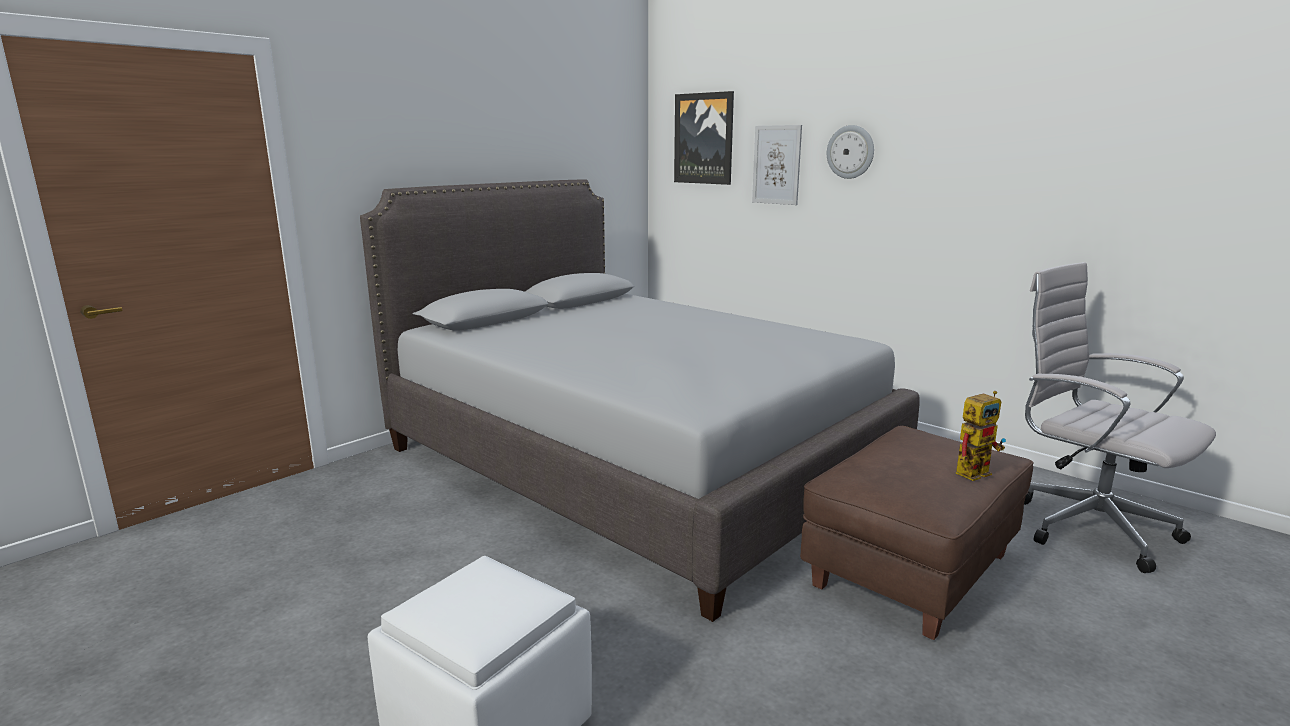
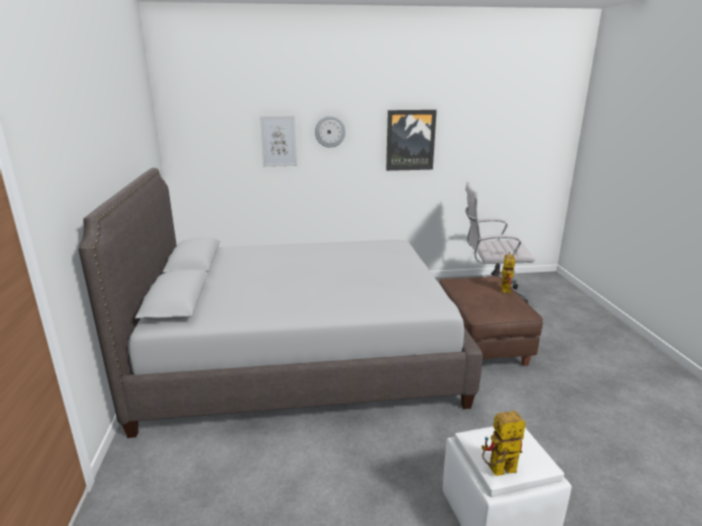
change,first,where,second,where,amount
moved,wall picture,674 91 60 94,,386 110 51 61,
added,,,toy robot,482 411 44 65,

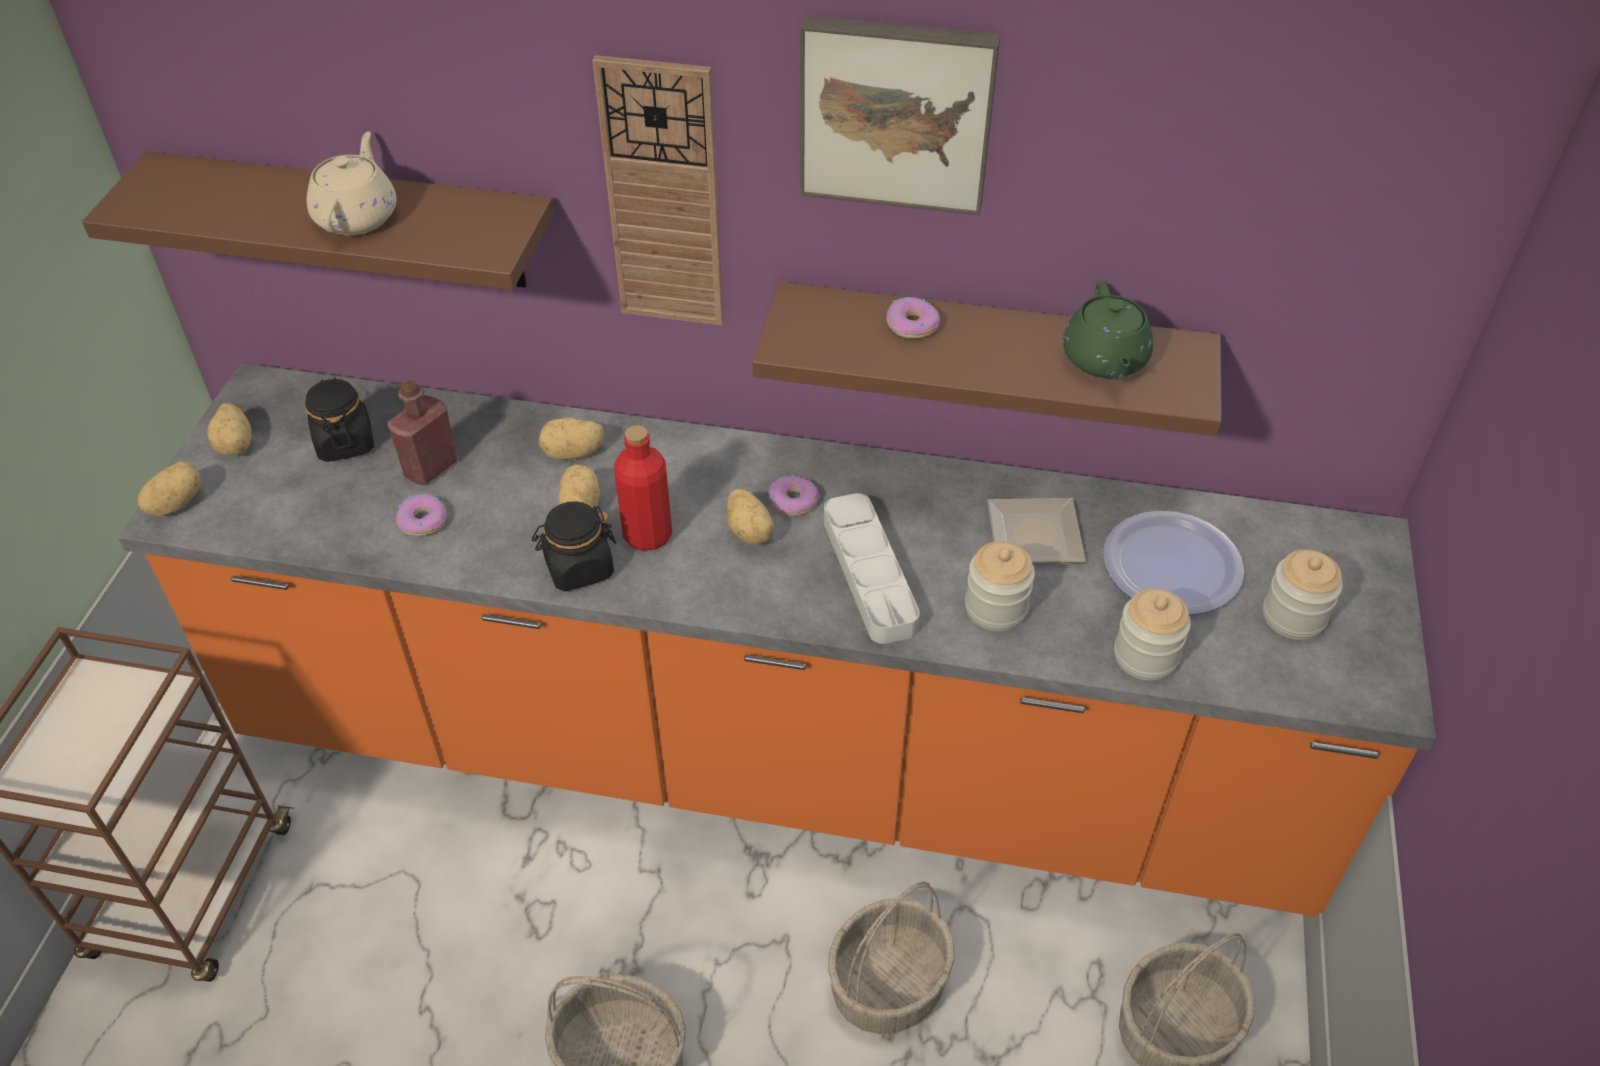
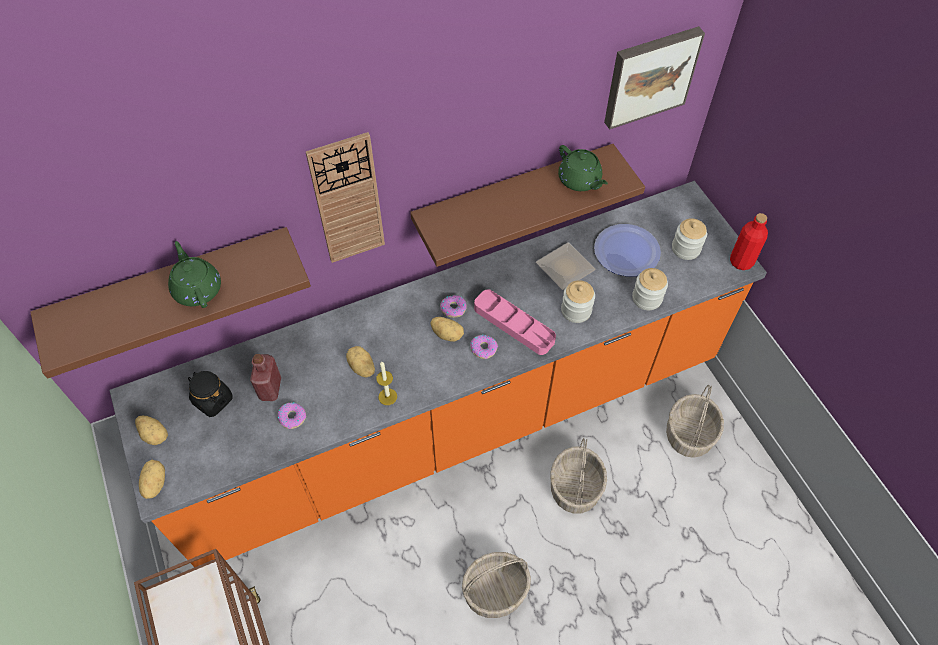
change,first,where,second,where,amount
recoloured,teapot (beige-coloured),307 131 90 104,teapot (greenish),168 241 53 67,
replaced,preserve jar (black),532 501 84 90,wax candle,376 362 21 43,
removed,whole potato,539 418 66 42,,,
moved,bottle (red),614 425 58 126,,730 213 38 57,
moved,wall picture,800 15 201 200,,604 26 101 103,
recoloured,serving tray (grey),824 493 96 151,serving tray (pink),474 289 82 66,
moved,doughnut,886 297 54 42,,470 334 28 25,

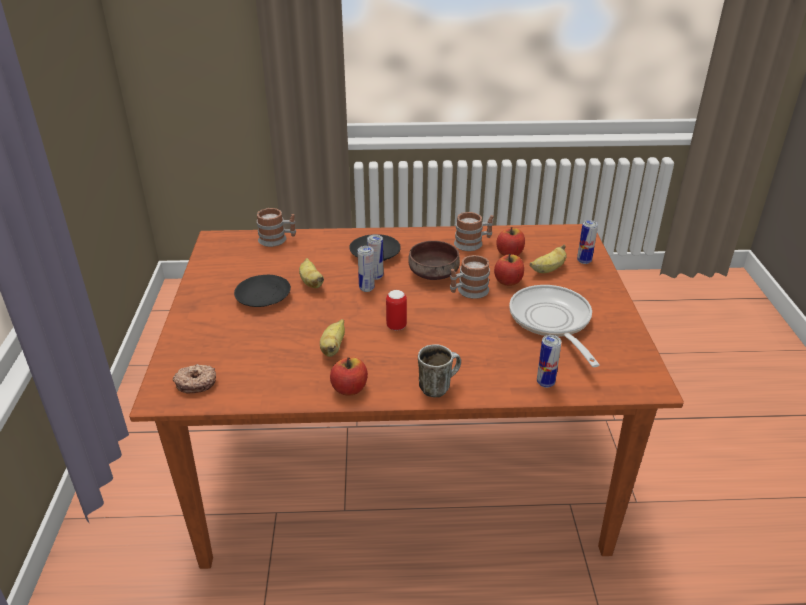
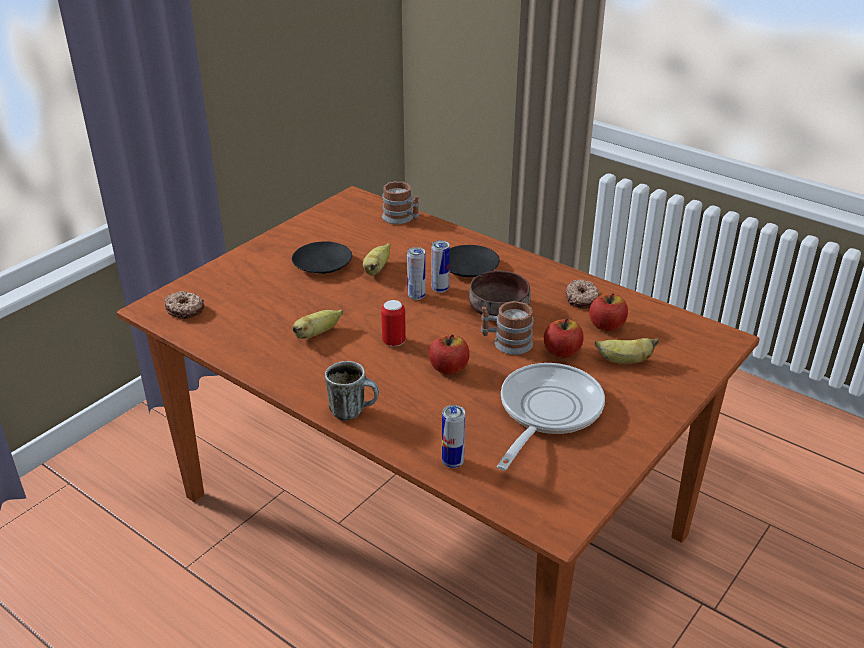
change,first,where,second,where,amount
moved,apple fruit,330 357 38 38,,429 334 41 41,
replaced,mug,454 212 40 39,doughnut,565 279 34 30,
removed,metal can,577 220 21 44,,,

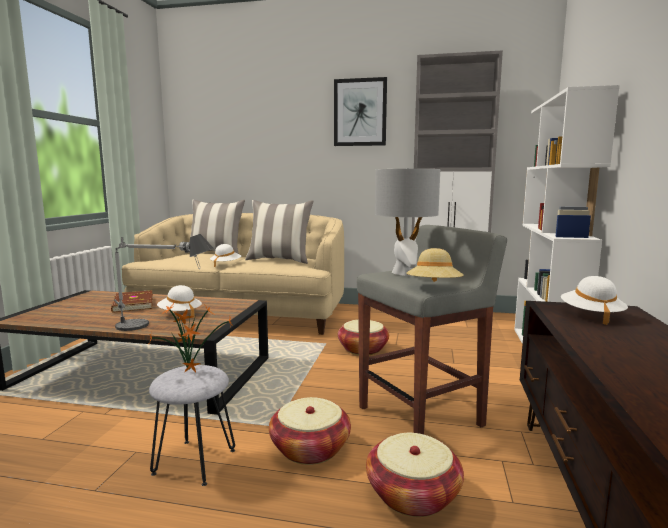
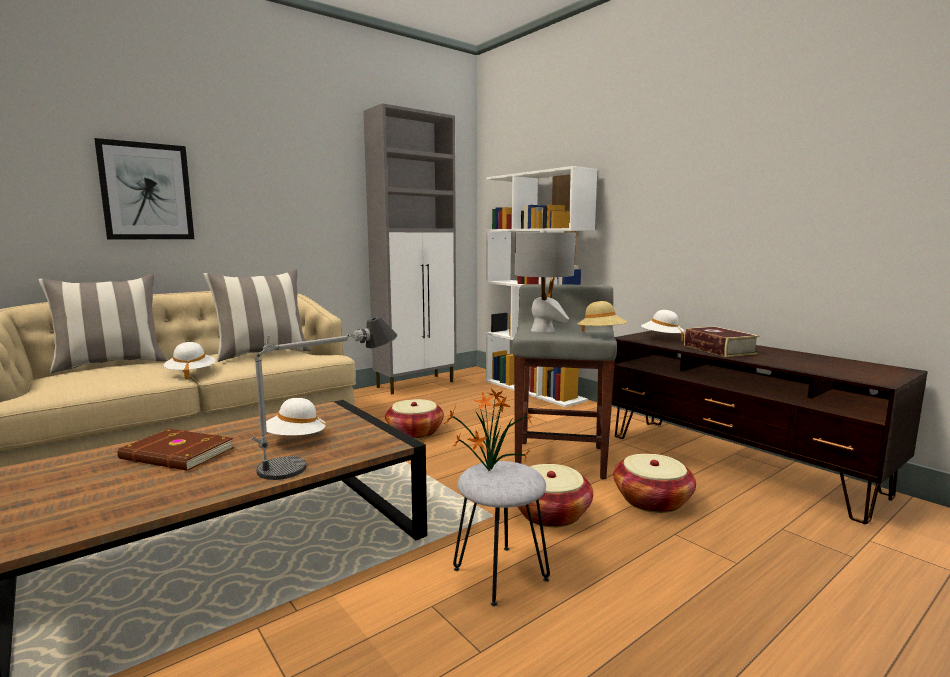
change,first,where,second,where,amount
moved,wall picture,334 77 53 69,,94 138 100 102,
added,,,book,684 326 75 31,

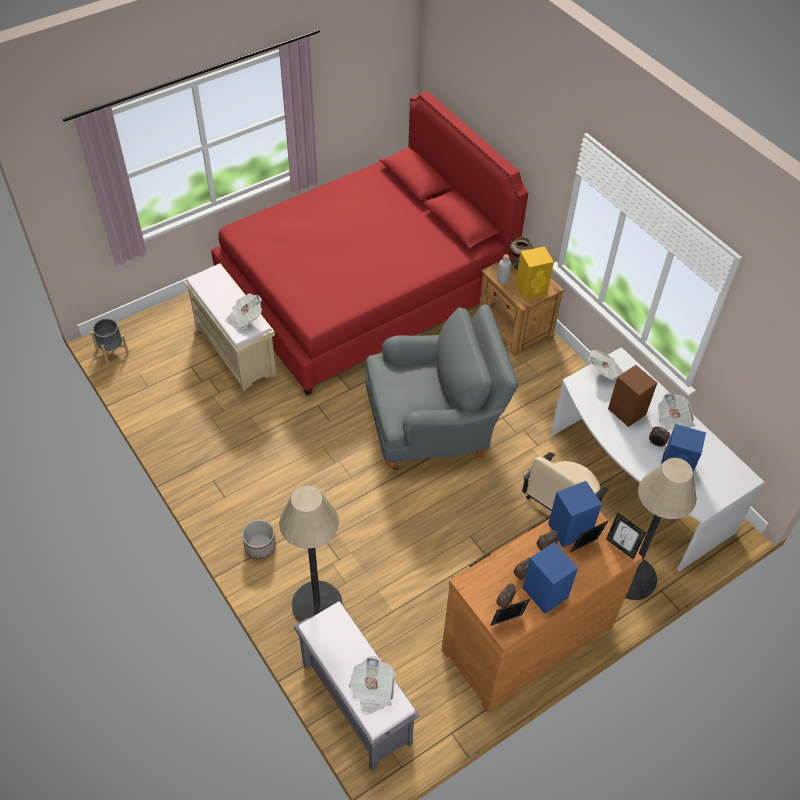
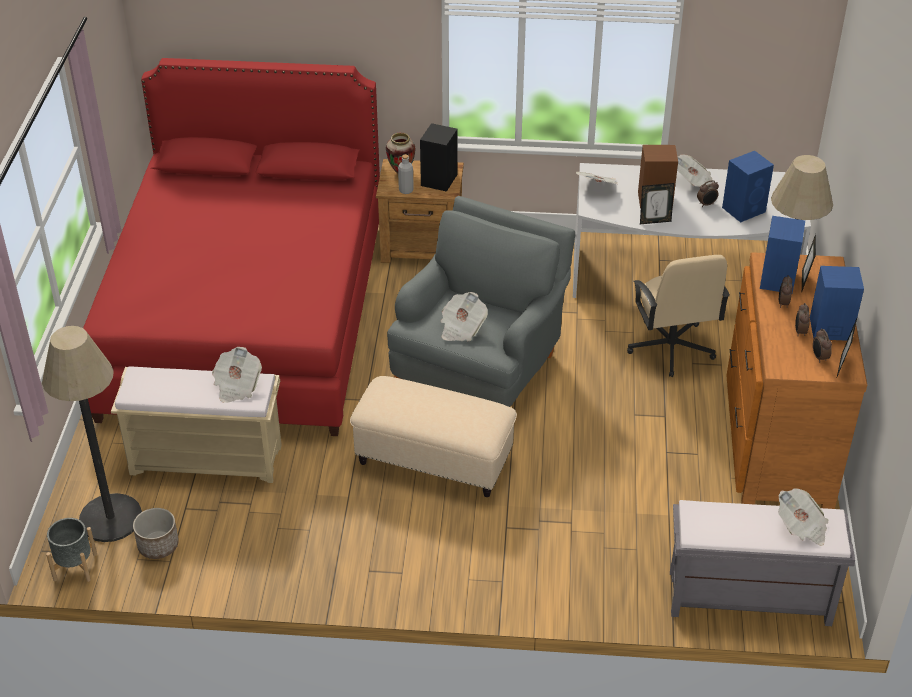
change,first,where,second,where,amount
moved,planter,242 520 34 39,,133 508 46 51,
moved,floor lamp,279 485 63 137,,42 326 100 216,
recoloured,loudspeaker (yellowish),515 246 39 54,loudspeaker (black),420 123 37 69,
moved,photo frame,606 513 40 46,,640 183 34 41,
added,,,pouffe (beige-coloured),350 376 167 121,
added,,,printed paper,441 292 47 49,

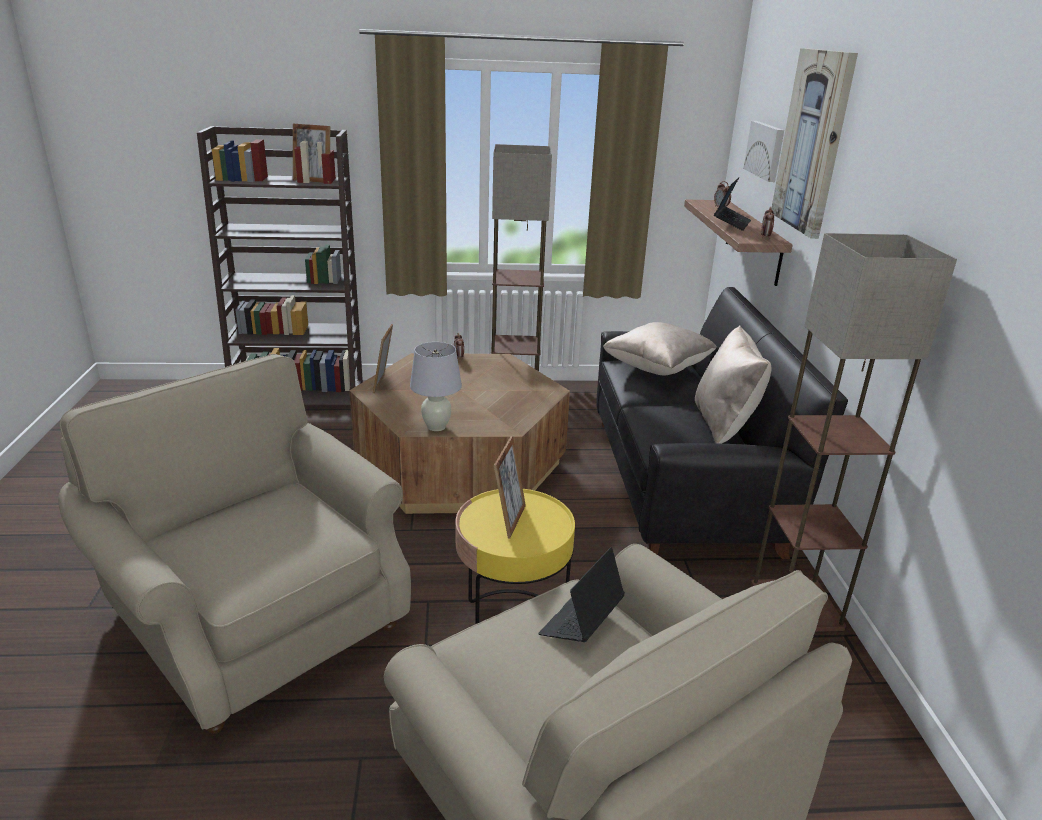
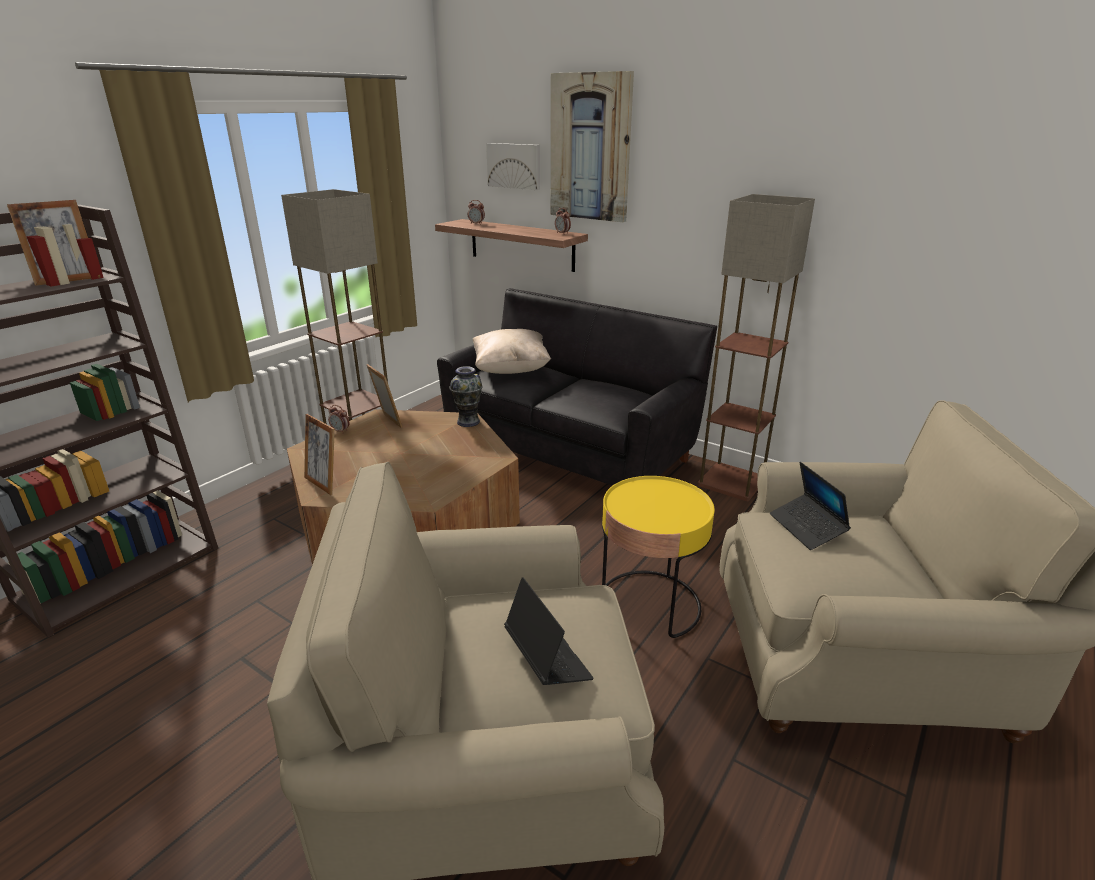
change,first,where,second,where,amount
removed,lamp for a table (white-coloured),410 342 52 89,,,
moved,photo frame,494 436 32 102,,367 364 35 64,
removed,throw pillow (beige-coloured),695 326 76 118,,,
moved,notebook computer,714 177 37 54,,504 577 90 108,
added,,,flower vase,449 366 34 61,

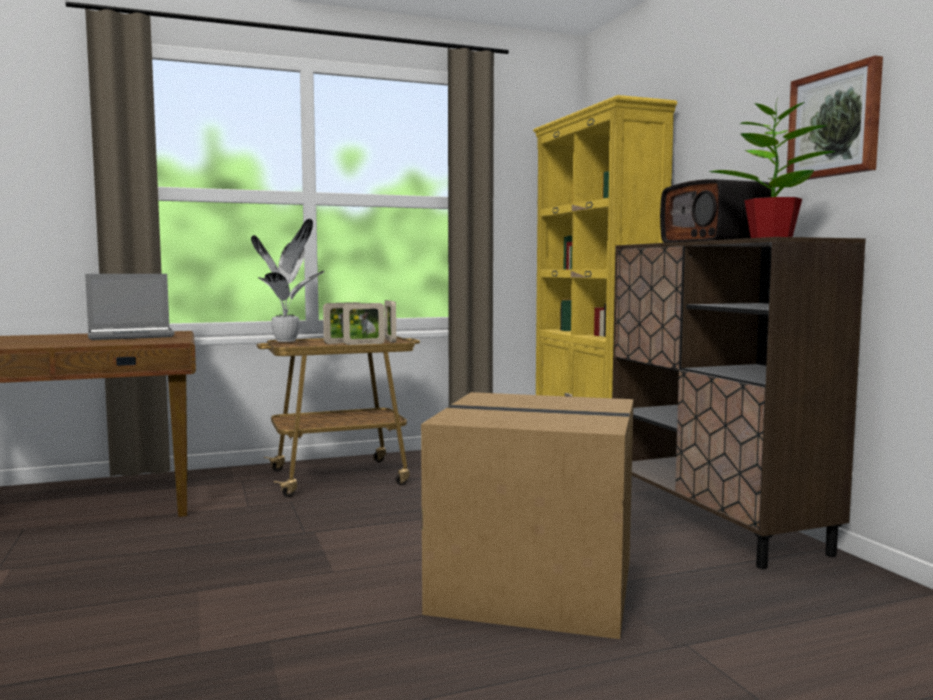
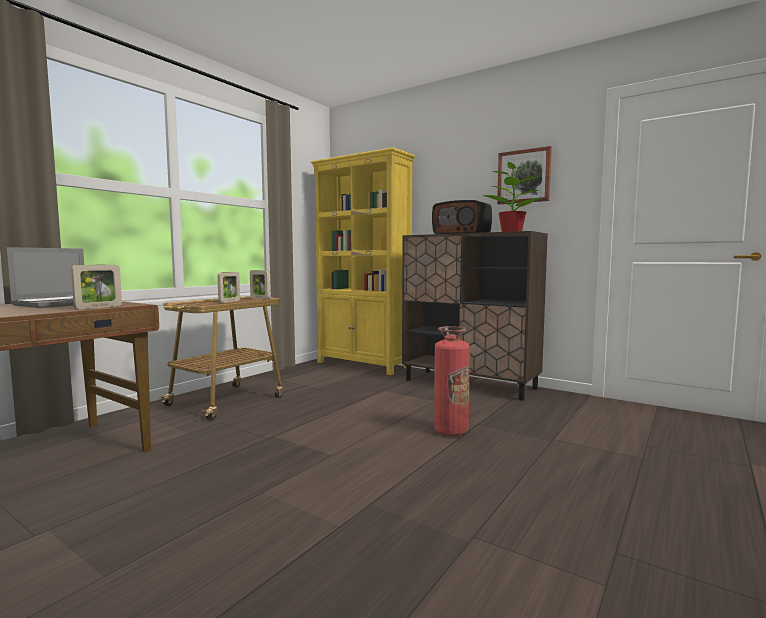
change,first,where,second,where,amount
removed,houseplant,251 219 73 123,,,
moved,photo frame,343 303 42 42,,71 265 51 44,
replaced,carton,421 392 213 247,fire extinguisher,434 326 36 110,

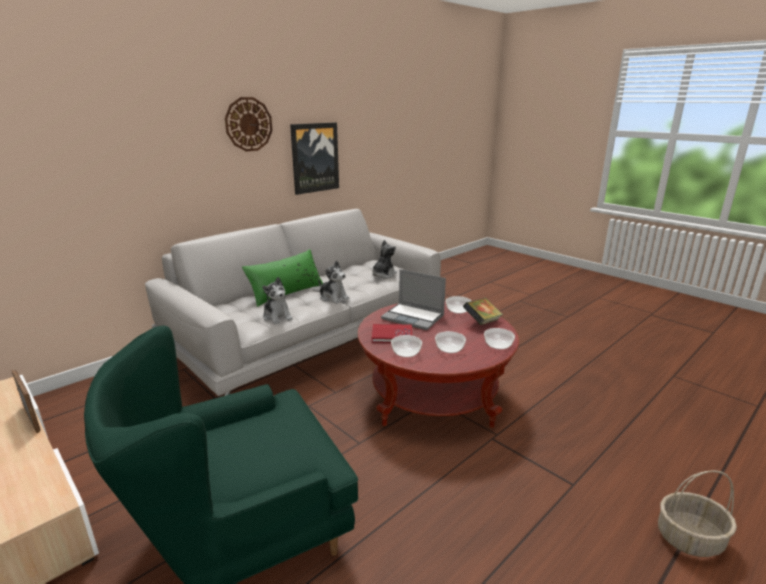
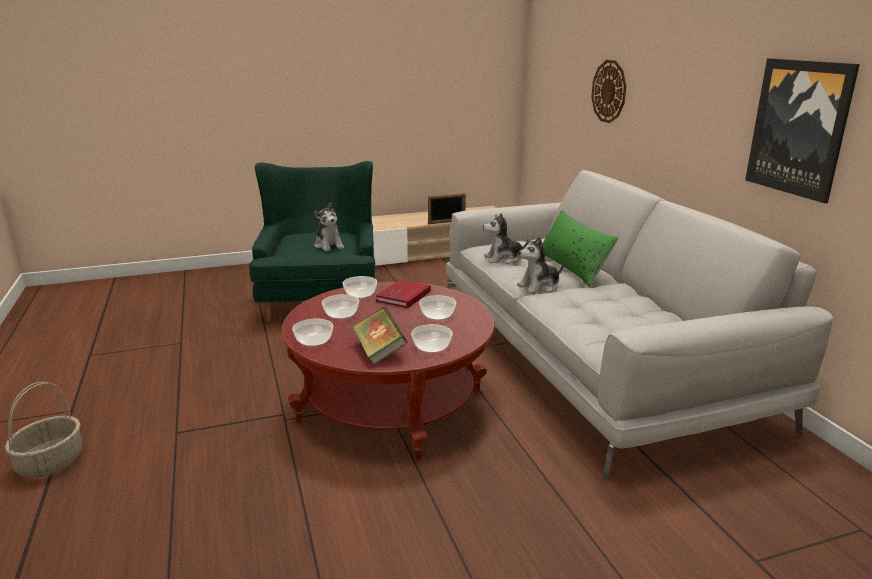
change,first,where,second,where,amount
moved,wall clock,225 97 47 54,,591 60 35 63,
moved,soft toy,372 240 25 39,,314 203 30 48,
replaced,notebook computer,381 269 65 61,serving bowl,419 295 37 25,

